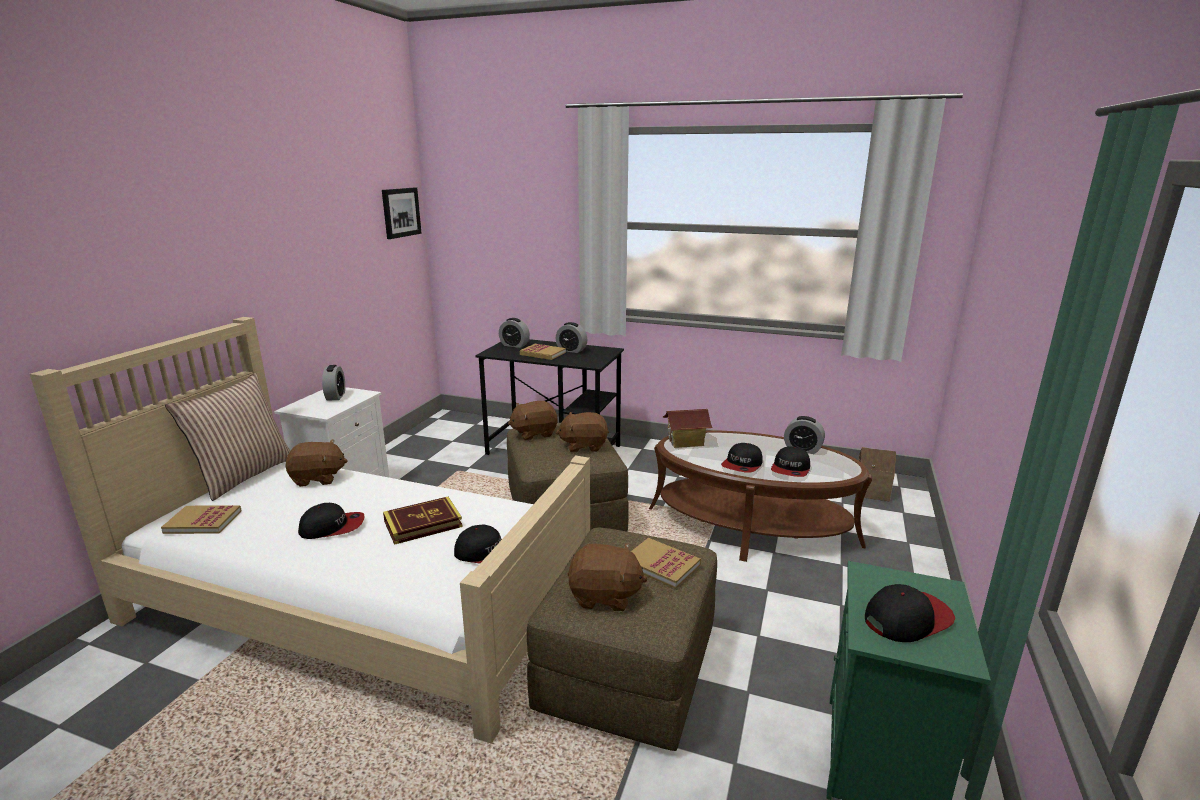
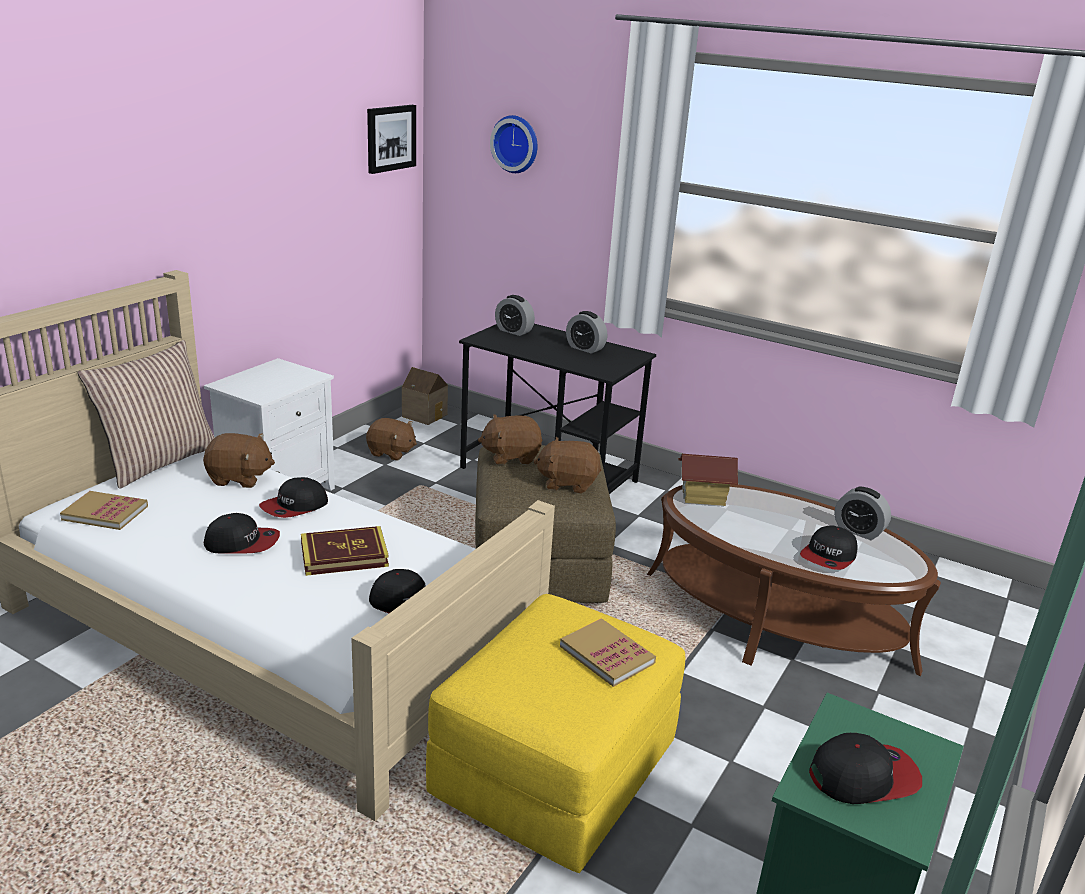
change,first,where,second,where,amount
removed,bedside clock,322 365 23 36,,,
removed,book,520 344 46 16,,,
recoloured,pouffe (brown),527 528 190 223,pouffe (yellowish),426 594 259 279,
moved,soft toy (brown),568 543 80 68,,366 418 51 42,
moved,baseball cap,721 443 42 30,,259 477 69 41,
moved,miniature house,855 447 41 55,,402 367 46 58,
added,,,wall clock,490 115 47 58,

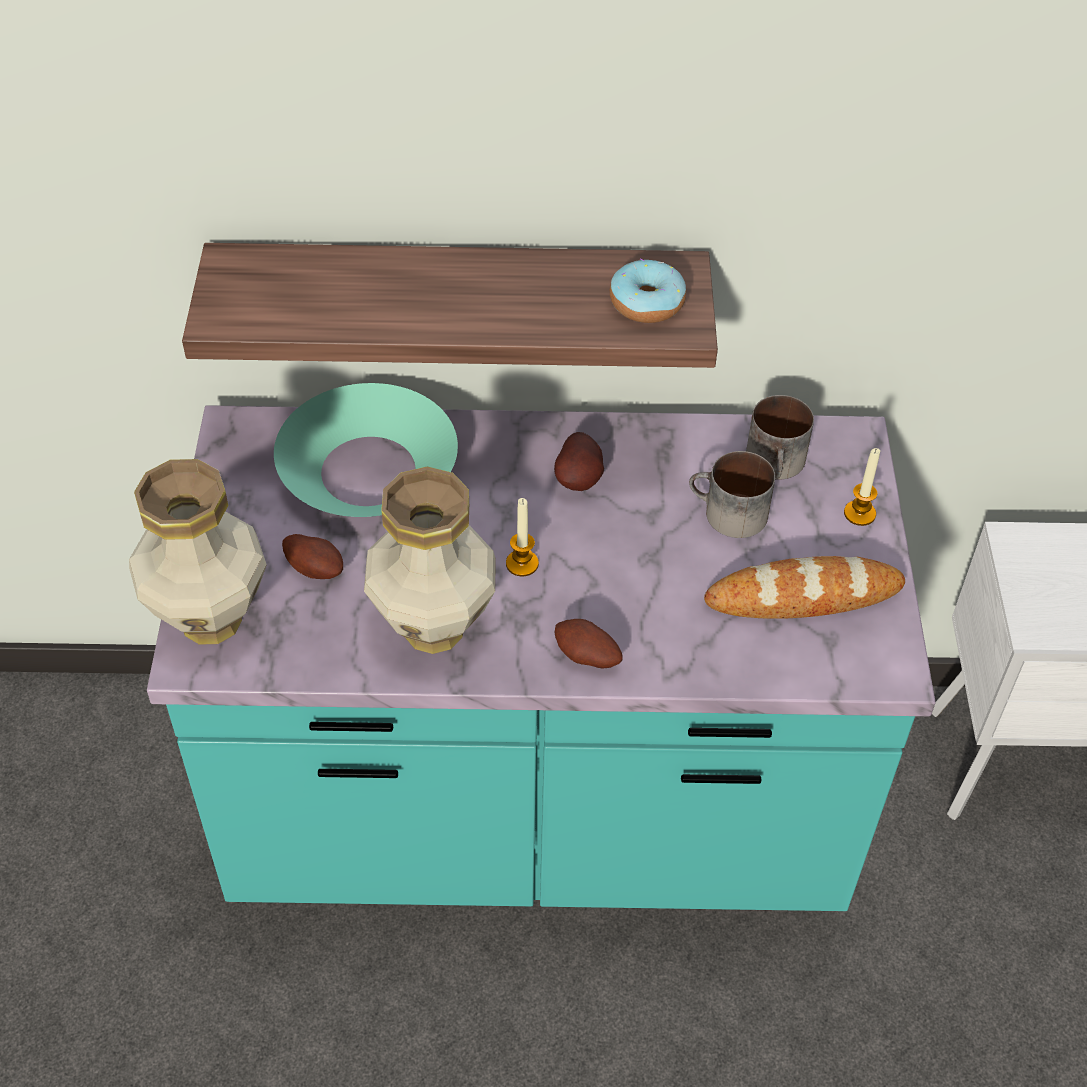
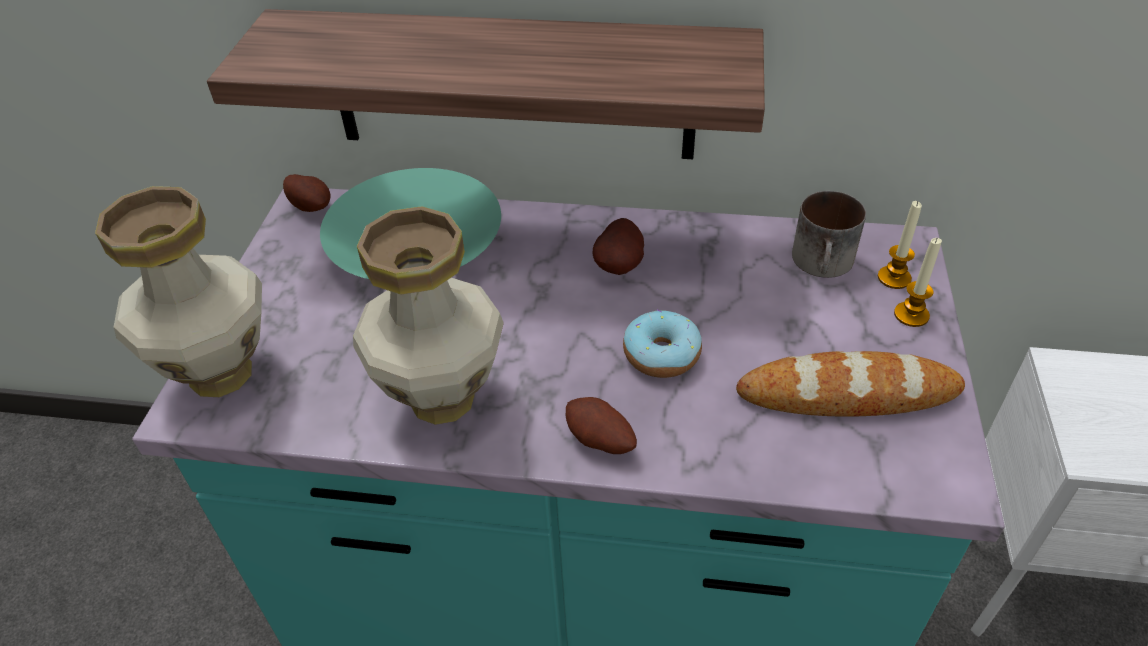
change,first,where,second,where,amount
moved,whole potato,282 534 61 45,,283 174 47 38,
moved,wax candle,506 498 33 78,,878 201 44 88,
moved,doughnut,610 259 76 64,,623 309 79 69,
removed,mug,689 451 86 87,,,

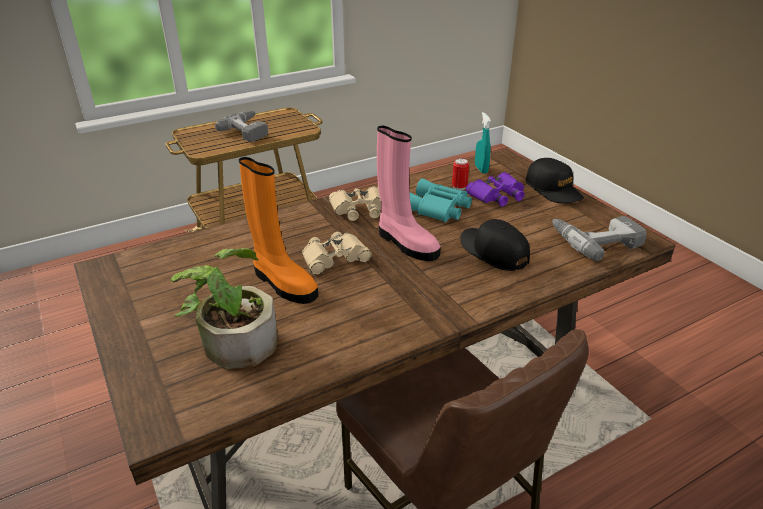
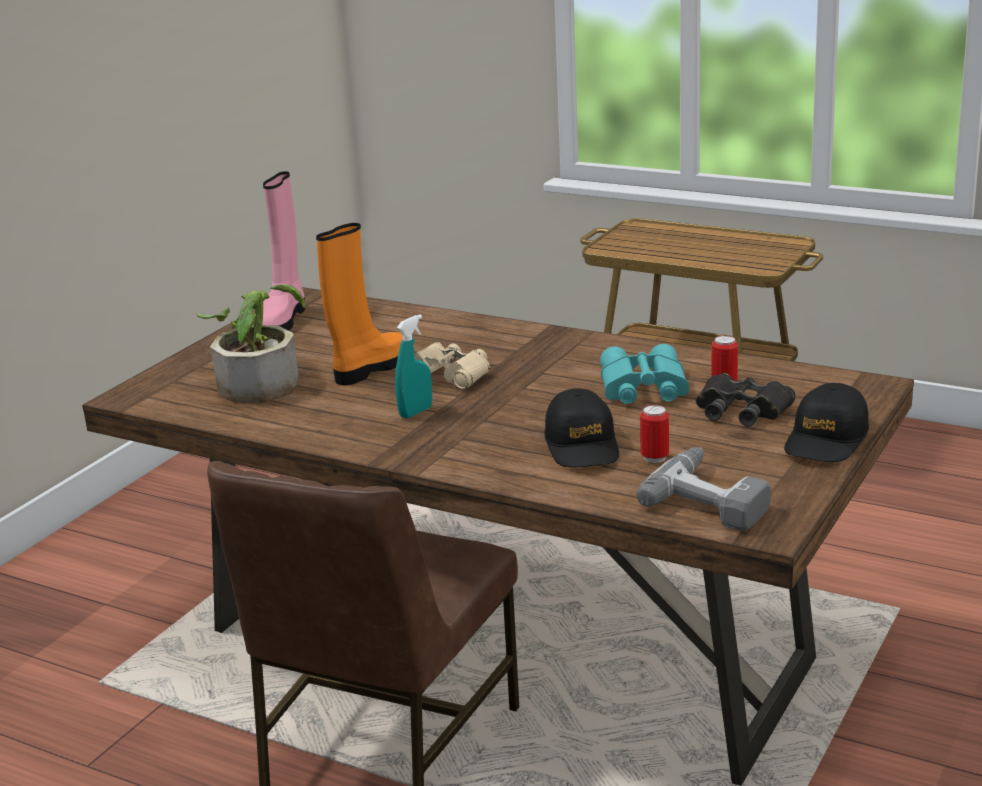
change,first,where,second,where,amount
removed,drill,215 111 53 31,,,
turned,high-top boot (orange),239 157 79 147,,316 223 87 162,150 degrees counterclockwise
removed,field glasses (beige-coloured),329 186 52 35,,,
moved,high-top boot (pink),377 126 64 135,,262 171 43 160,
turned,baseball cap (black),460 219 70 52,,544 388 75 79,150 degrees clockwise
recoloured,field glasses (purple),466 172 59 35,field glasses (black),696 373 100 54,
moved,spray bottle (turquoise-coloured),475 112 16 62,,395 315 37 103,
added,,,metal can,640 405 29 58,

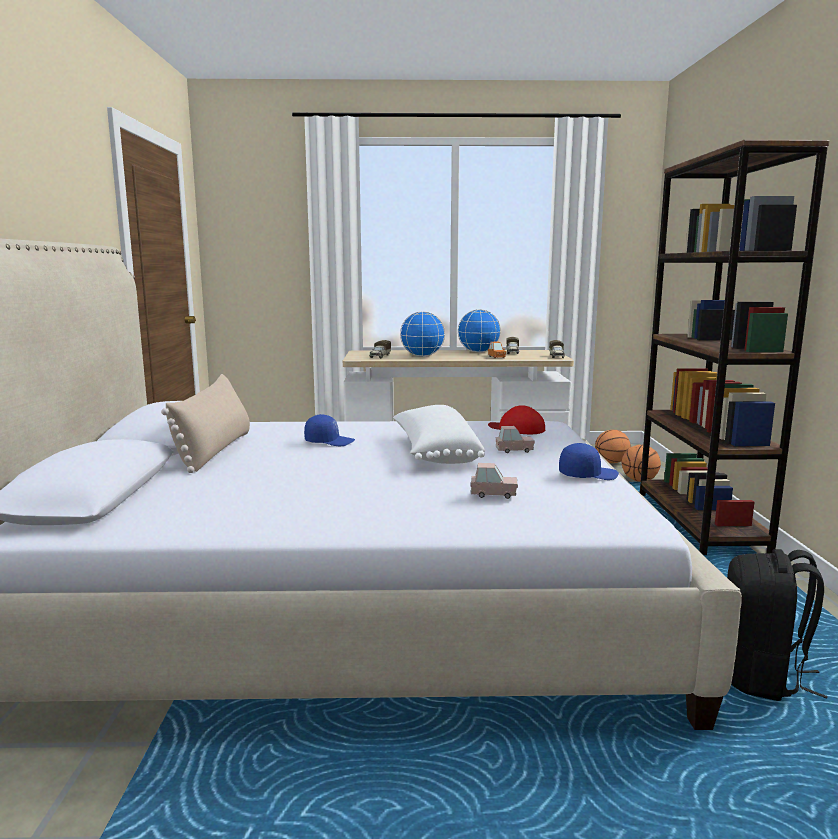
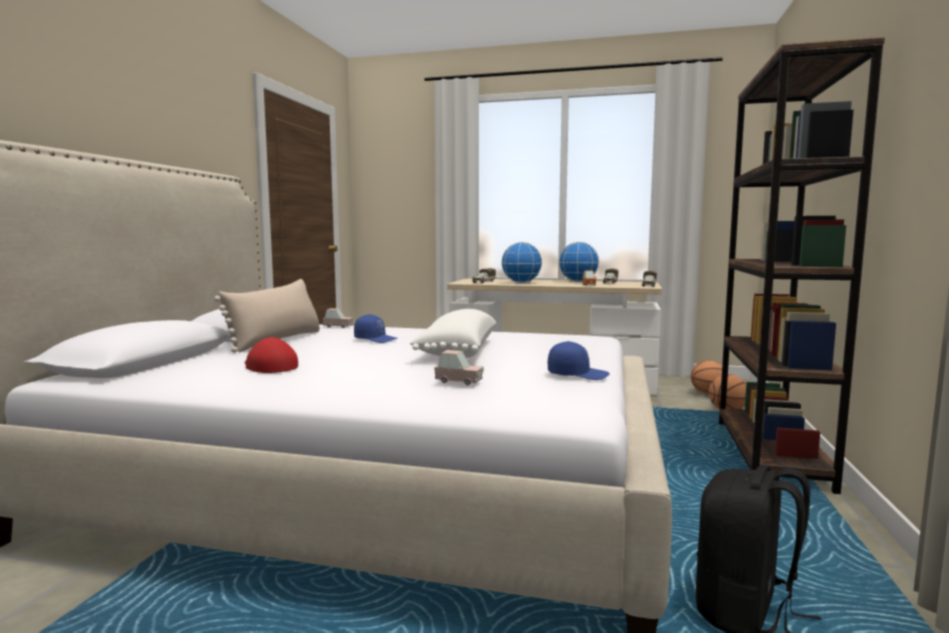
change,first,where,second,where,amount
moved,baseball cap (red),488 405 57 29,,245 337 53 36,
moved,toy car (pink),496 426 39 27,,323 308 30 20,

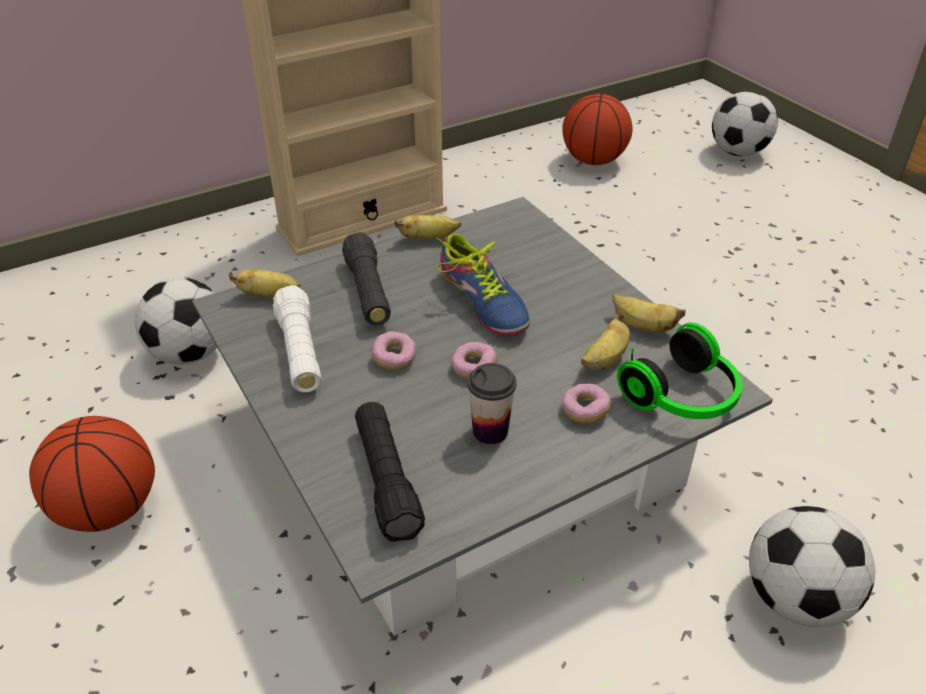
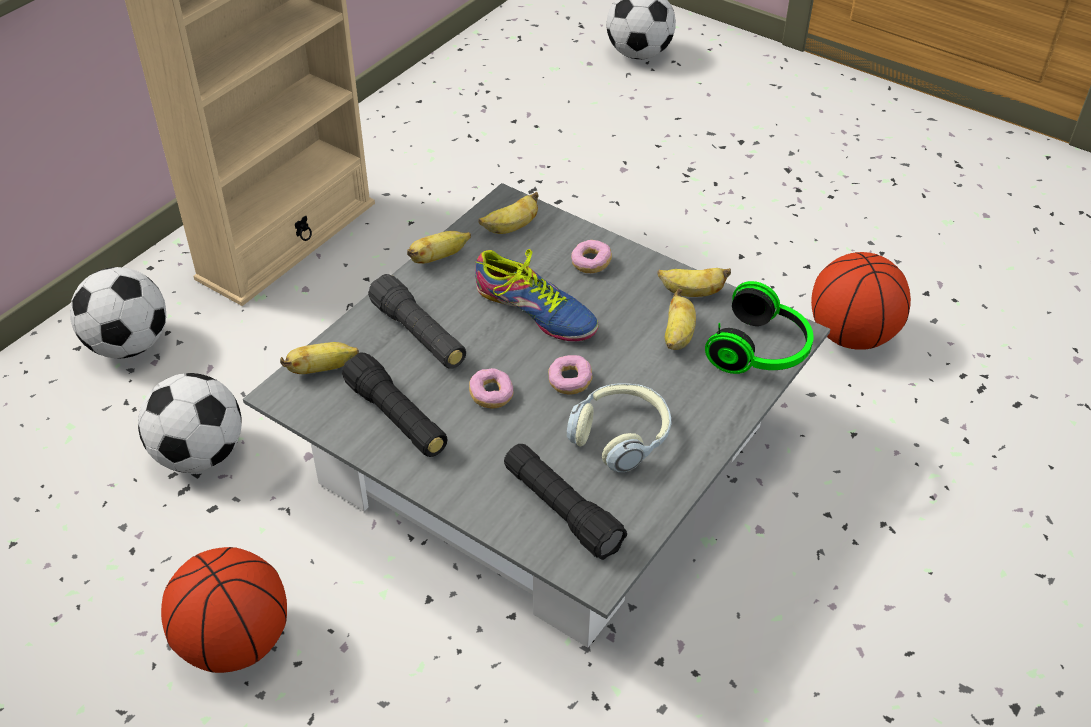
change,first,where,second,where,amount
recoloured,torch (white-coloured),273 285 48 107,torch (black),342 352 106 105,
replaced,small cup,467 363 50 81,pair of headphones,567 383 104 89,
moved,ball for basketball,562 94 70 71,,811 252 100 98,
moved,doughnut,562 383 49 41,,571 240 41 33,
moved,ball for football,749 506 126 121,,70 267 96 92,
added,,,banana fruit,478 192 61 42,

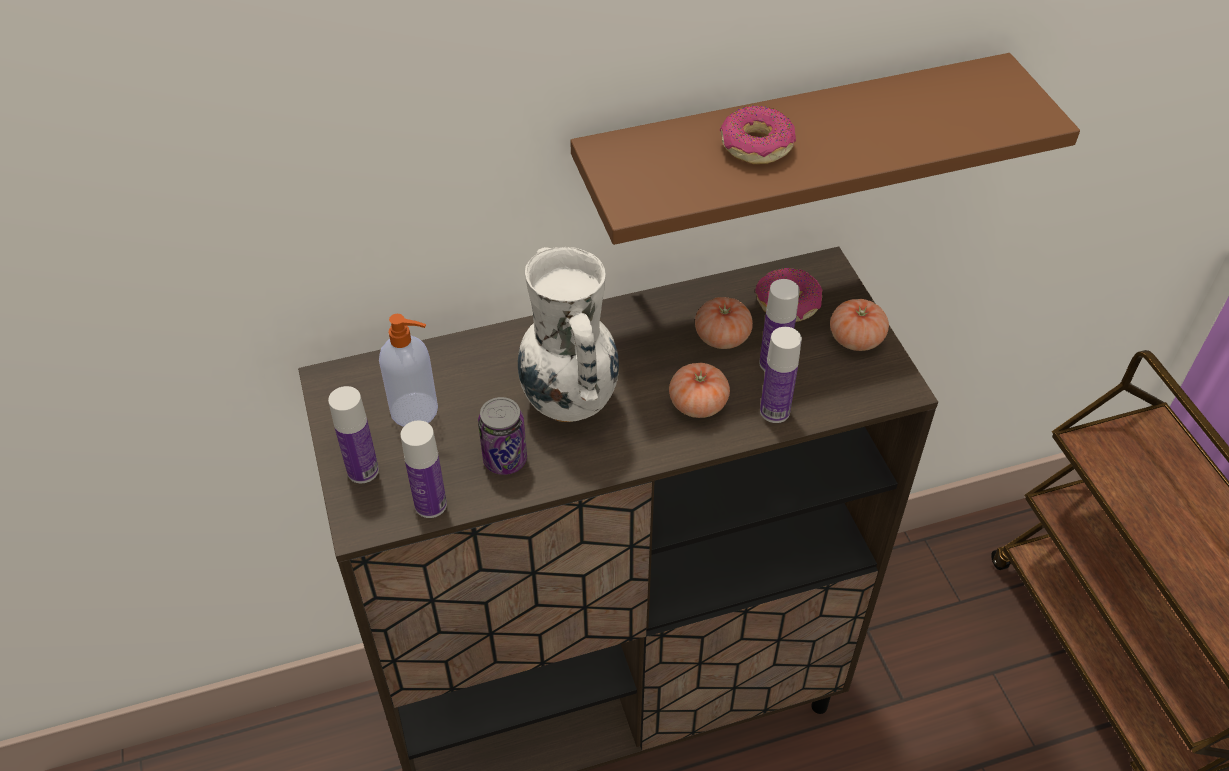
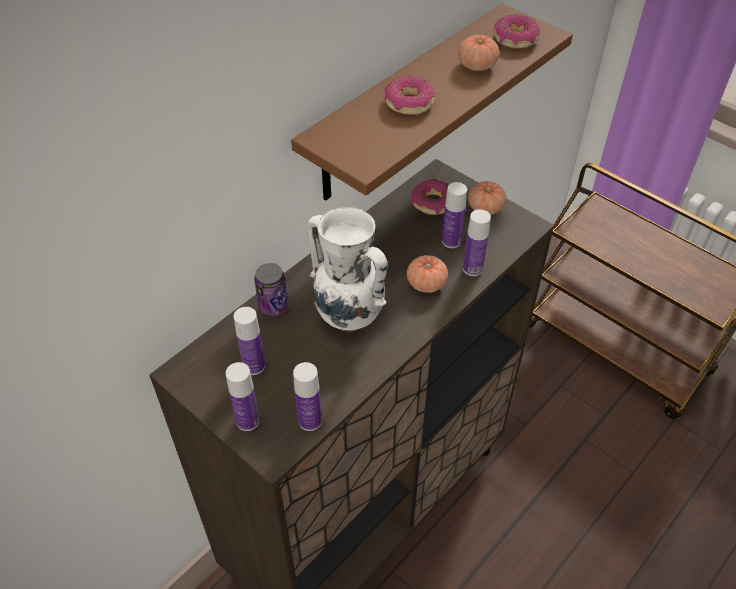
change,first,where,second,where,amount
replaced,soap bottle,379 314 59 113,bottle,234 307 31 68,
moved,metal can,478 397 49 78,,254 263 34 53,
moved,whole tomato,695 297 58 52,,458 35 41 36,
added,,,doughnut,494 14 46 35,

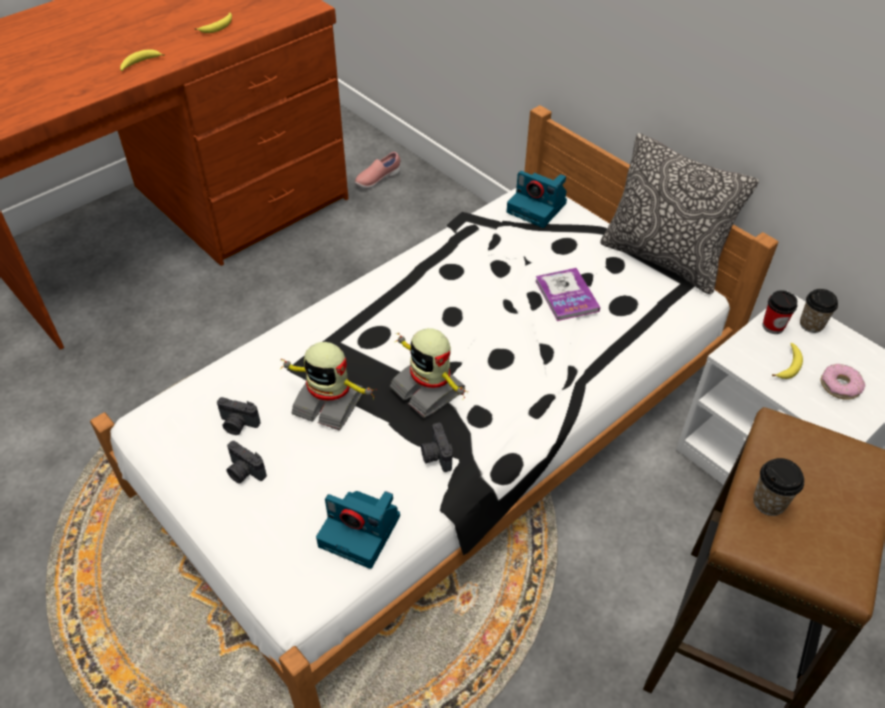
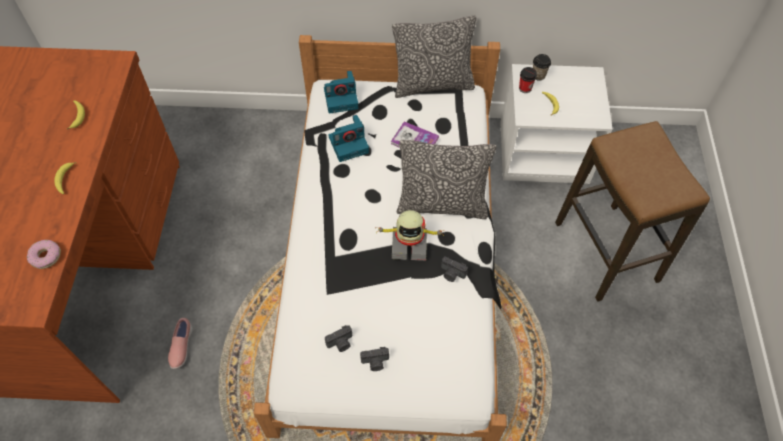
change,first,where,second,where,amount
removed,toy robot,280 342 97 88,,,
moved,still camera,316 491 84 78,,328 115 41 47,
moved,shoe (pink),354 152 47 37,,168 318 25 51,
removed,small cup,753 458 51 58,,,
moved,doughnut,820 364 45 36,,27 240 34 29,
added,,,throw pillow,397 140 99 79,

